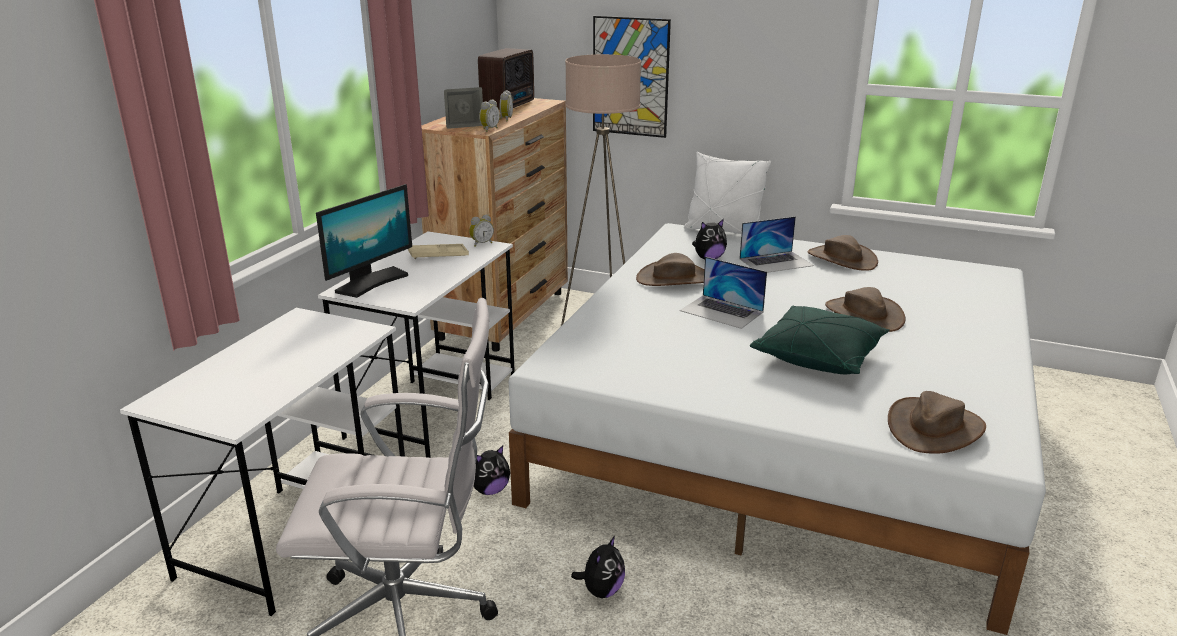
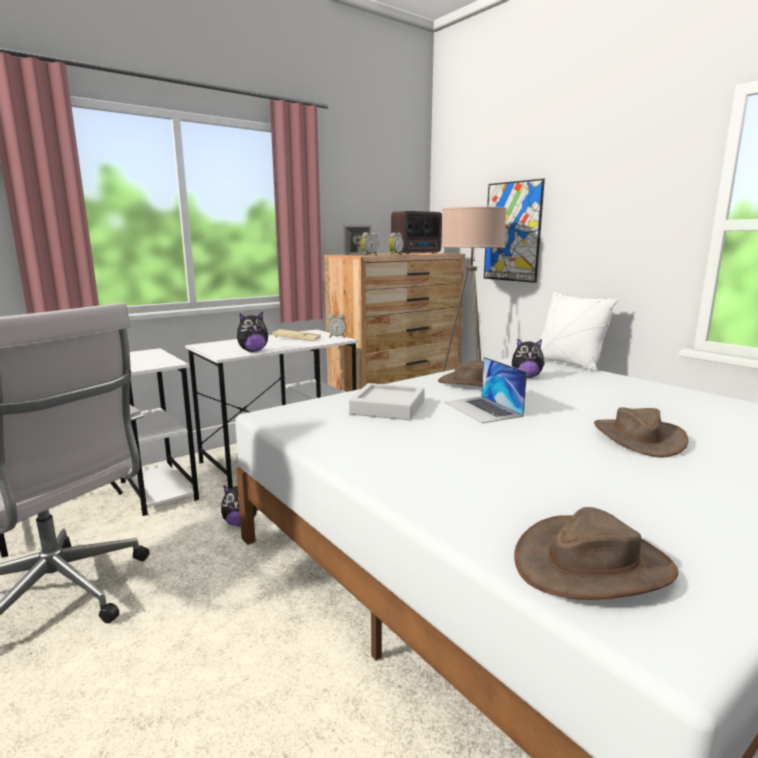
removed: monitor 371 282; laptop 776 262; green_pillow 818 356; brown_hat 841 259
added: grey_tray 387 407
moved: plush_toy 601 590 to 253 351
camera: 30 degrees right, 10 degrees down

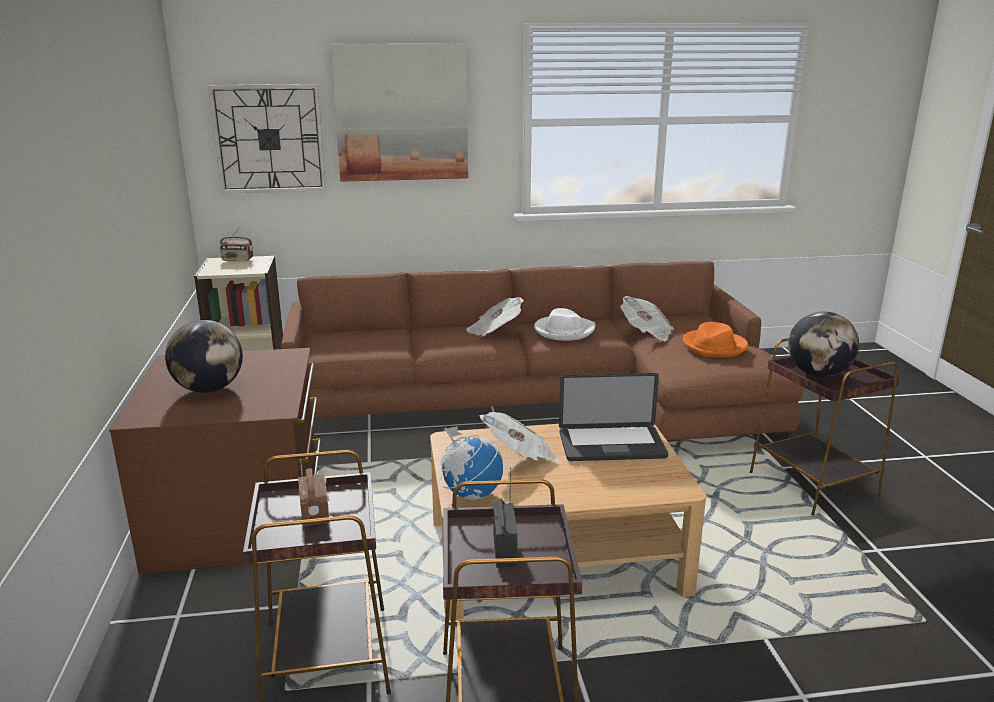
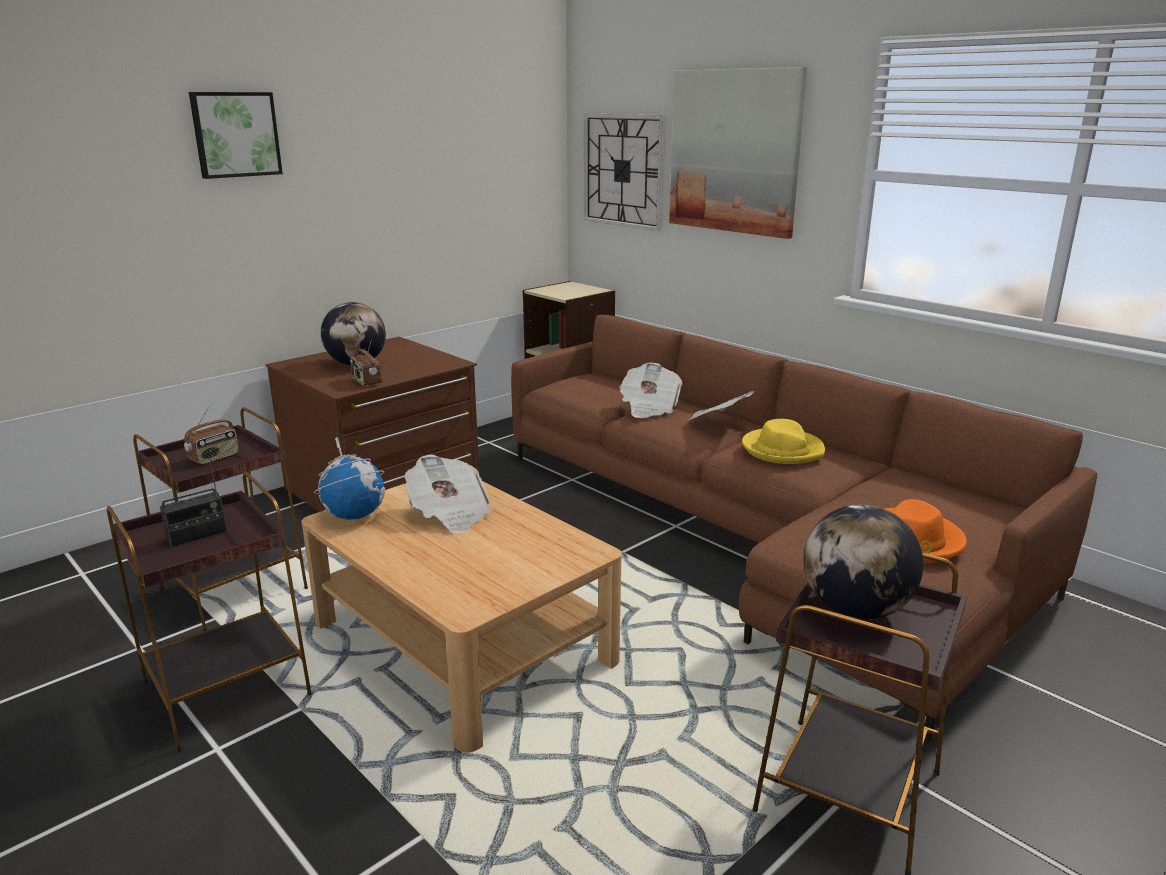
removed: laptop 611 445
added: picture 235 134
moved: radio 237 260 to 366 382; newspaper 646 332 to 649 407
recoloured: white_hat 564 330 to yellow_hat 782 449
camera: 55 degrees right, 0 degrees up

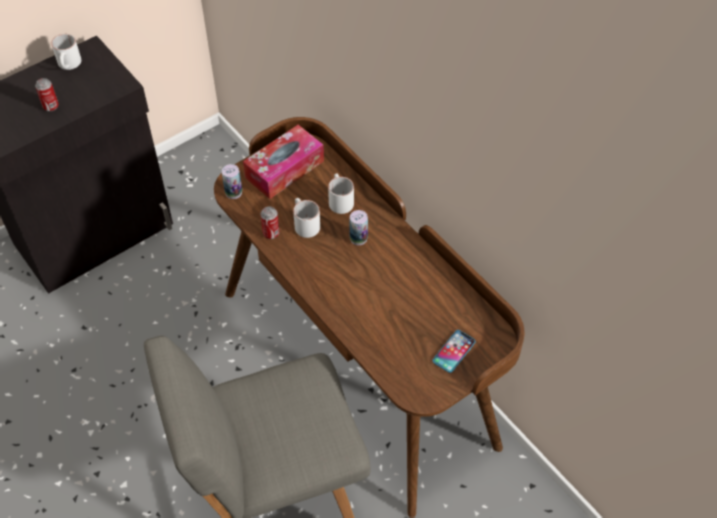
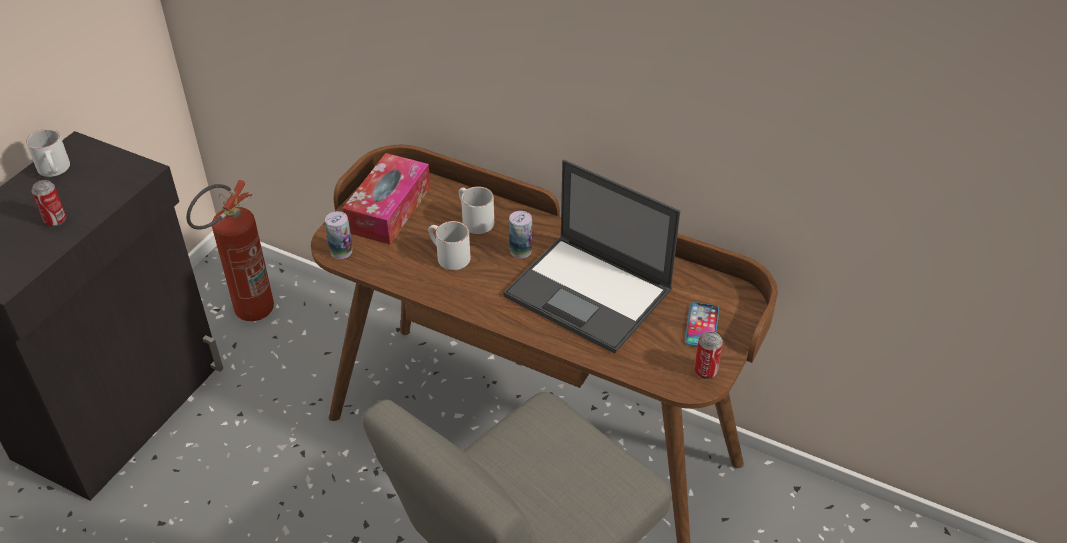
added: fire_extinguisher 247 314; laptop 590 294
moved: can 271 233 to 705 371
camera: 25 degrees left, 10 degrees down

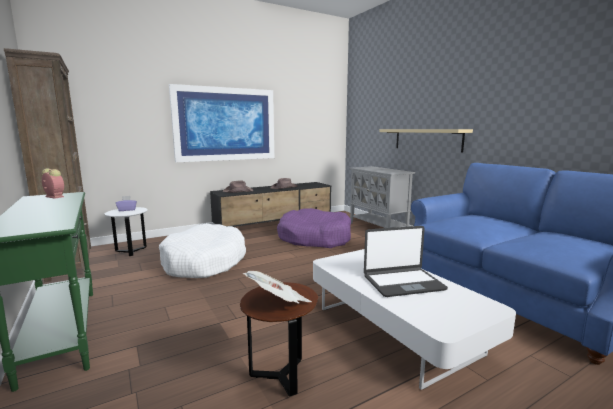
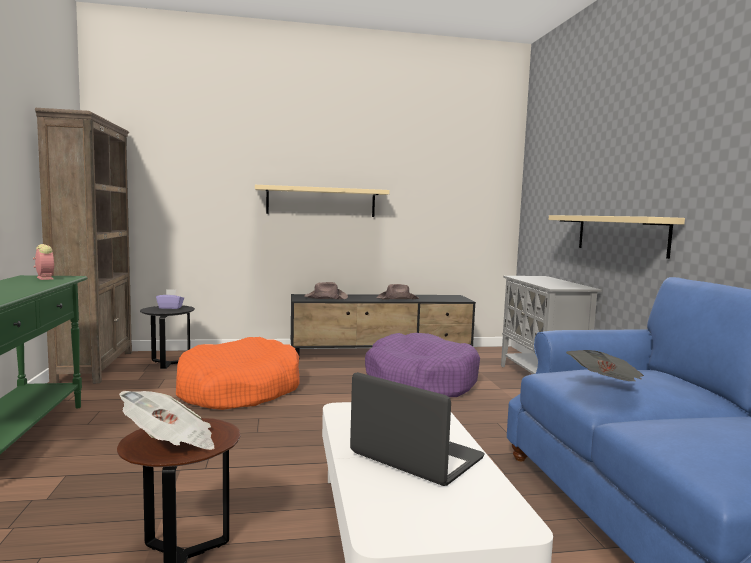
added: newspaper 605 386
replaced: picture 225 124 to beige_shelf 321 201
recoloured: white_side_table 131 252 to black_side_table 168 364; white_dog_bed 204 262 to orange_dog_bed 239 390
turned: laptop 403 282 = 416 457 150 degrees counterclockwise
camera: 20 degrees right, 5 degrees down

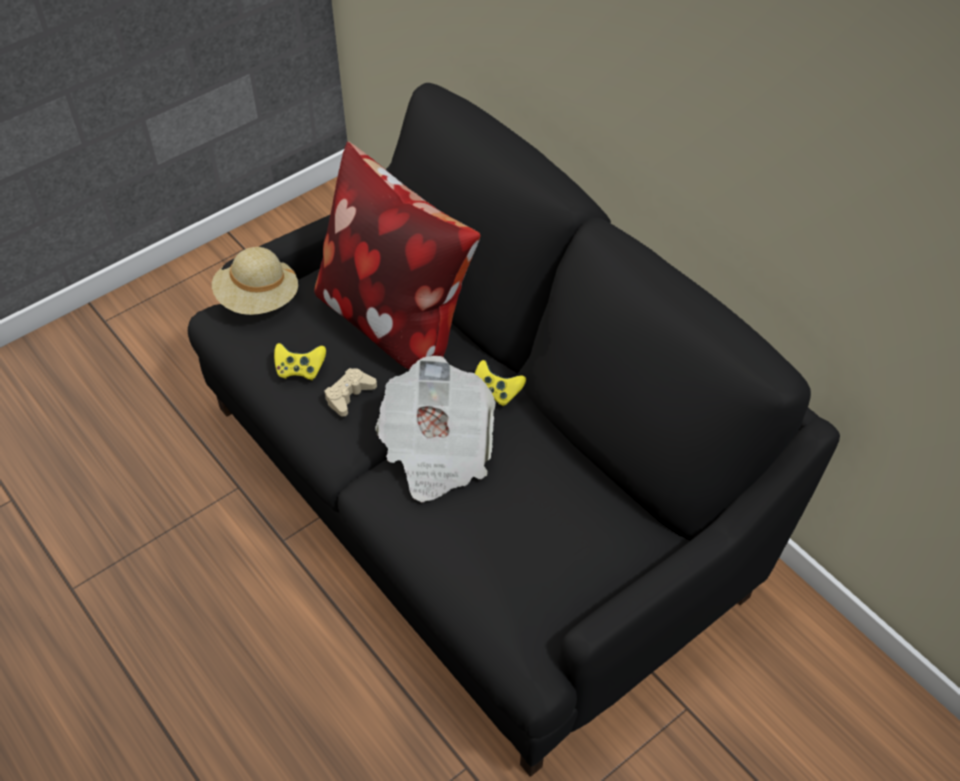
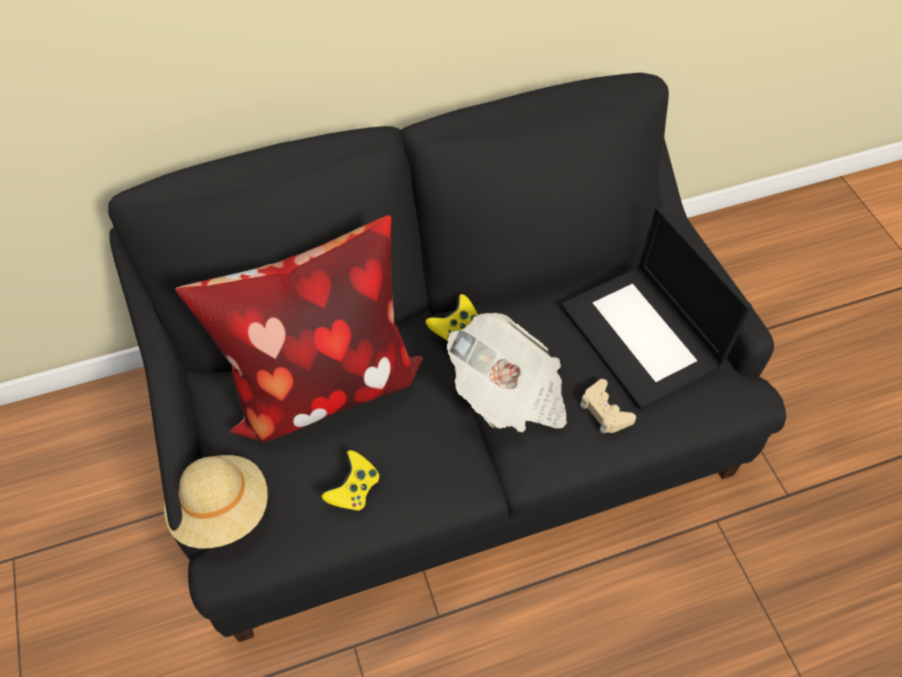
added: laptop 642 336
moved: beige_game_controller 349 395 to 604 411
camera: 70 degrees left, 5 degrees up

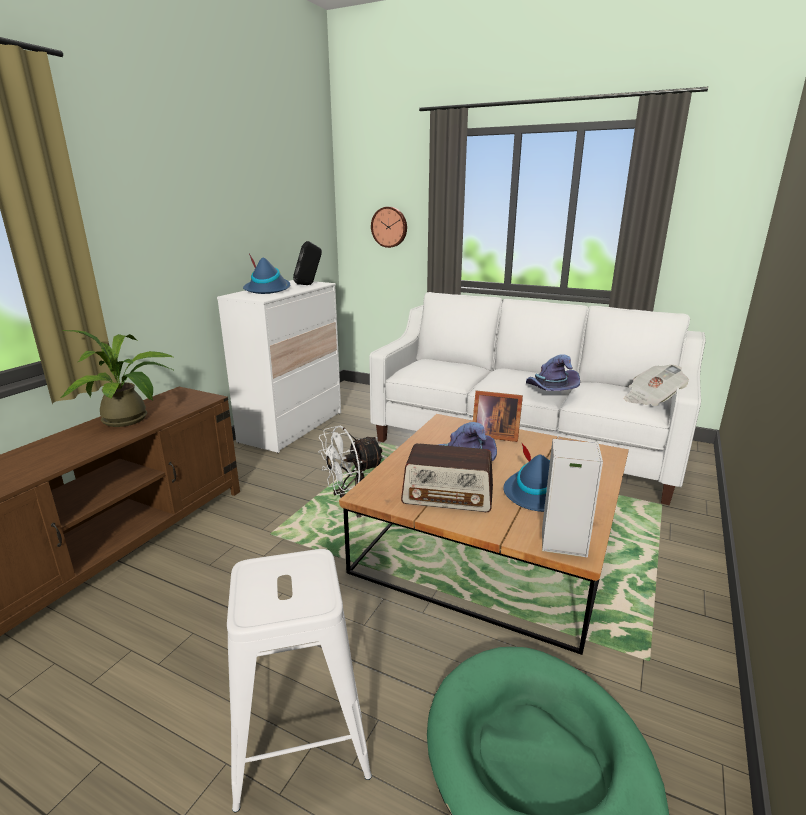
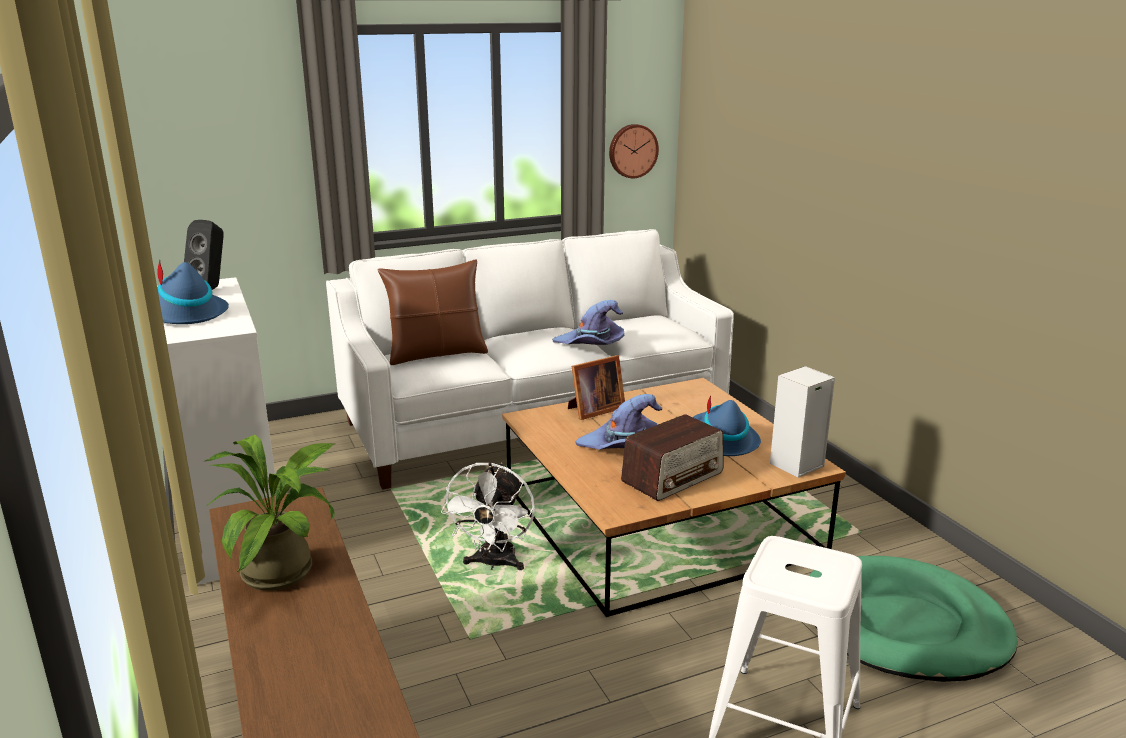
removed: newspaper 651 399
added: brown_pillow 436 354
moved: wall_clock 389 227 to 632 151
camera: 50 degrees left, 0 degrees up

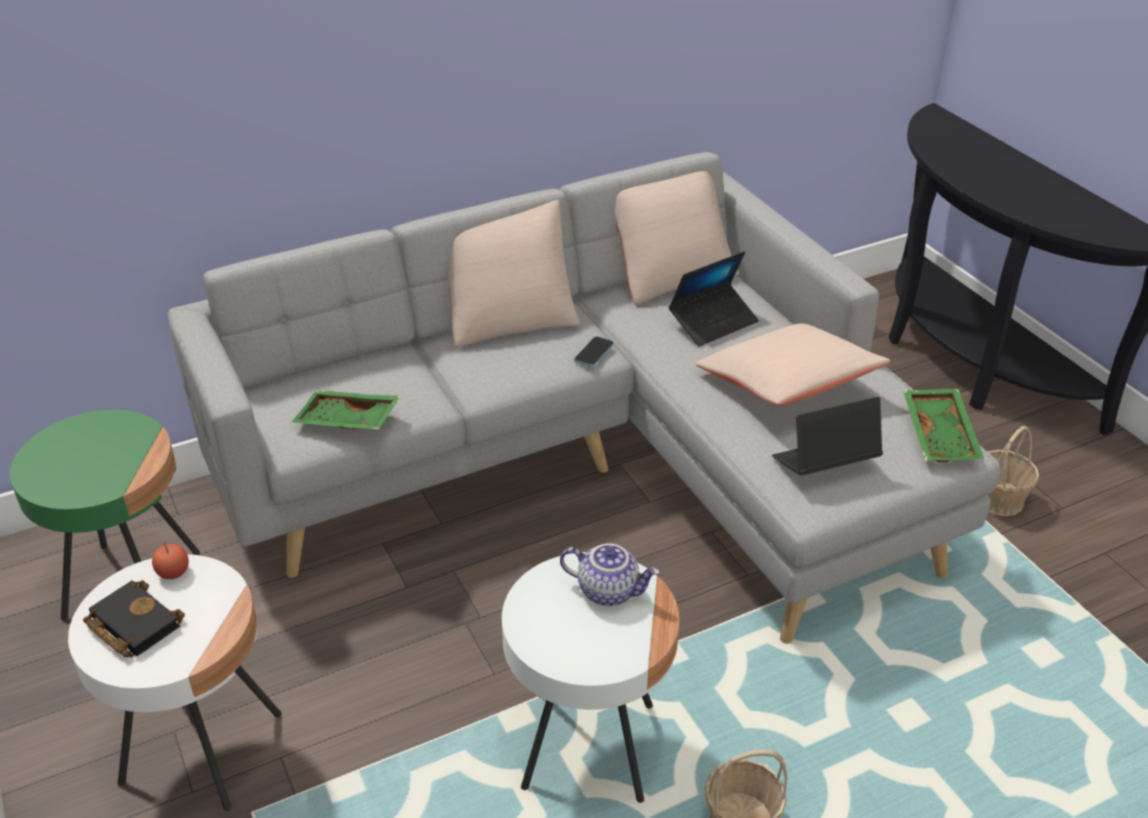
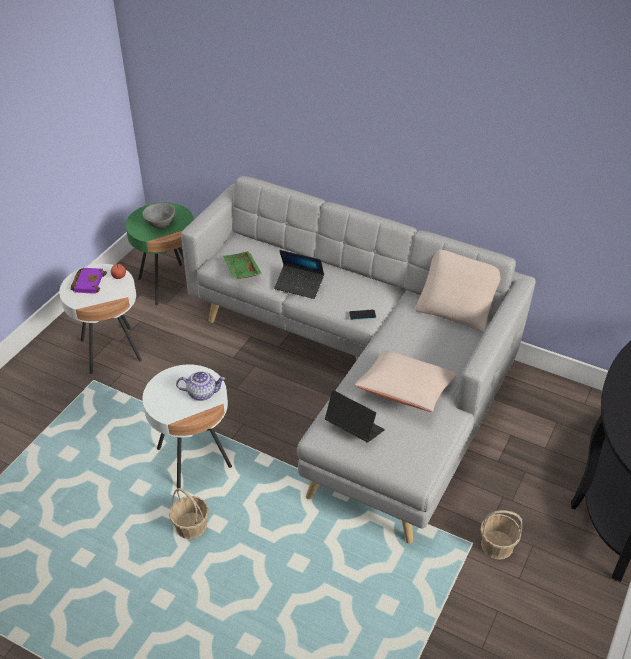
removed: beige_pillow 509 317; green_tray 941 435
added: grey_bowl 160 224
moved: laptop 713 322 to 299 285
recoloured: black_book 131 624 to purple_book 88 282
turned: teapot 609 590 = 202 393 75 degrees counterclockwise
camera: 55 degrees right, 5 degrees up

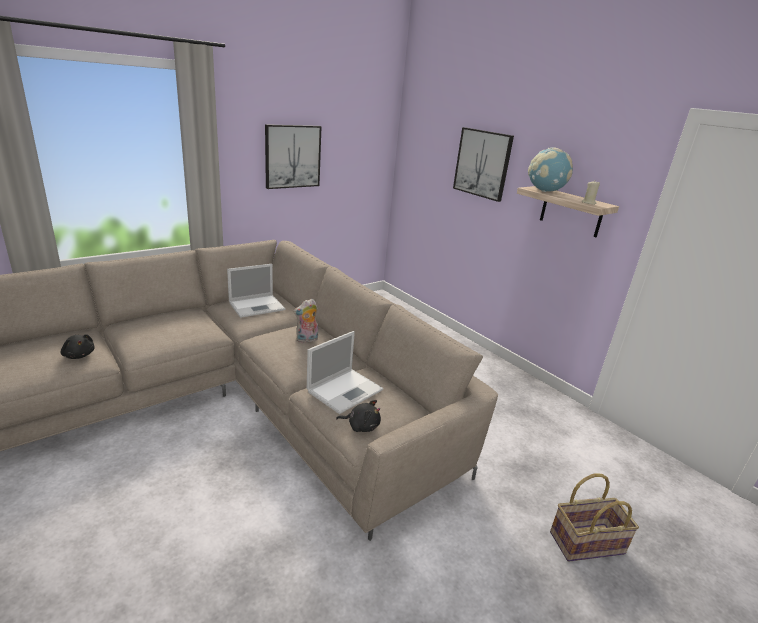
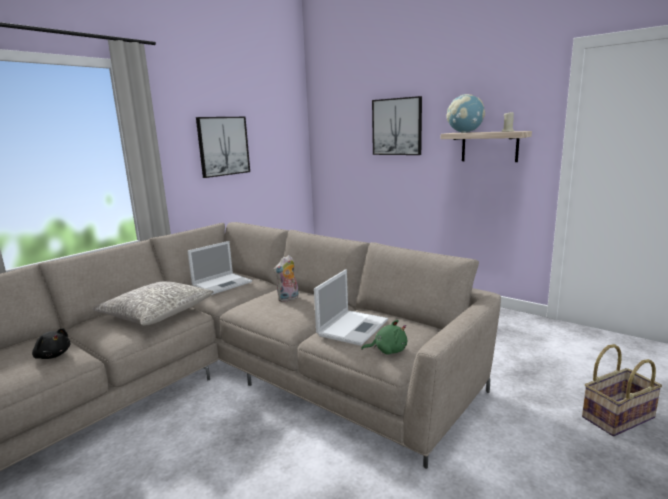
added: grey_pillow 157 313
recoloured: black_plush_toy 361 426 to green_plush_toy 388 350
camera: 10 degrees left, 10 degrees down

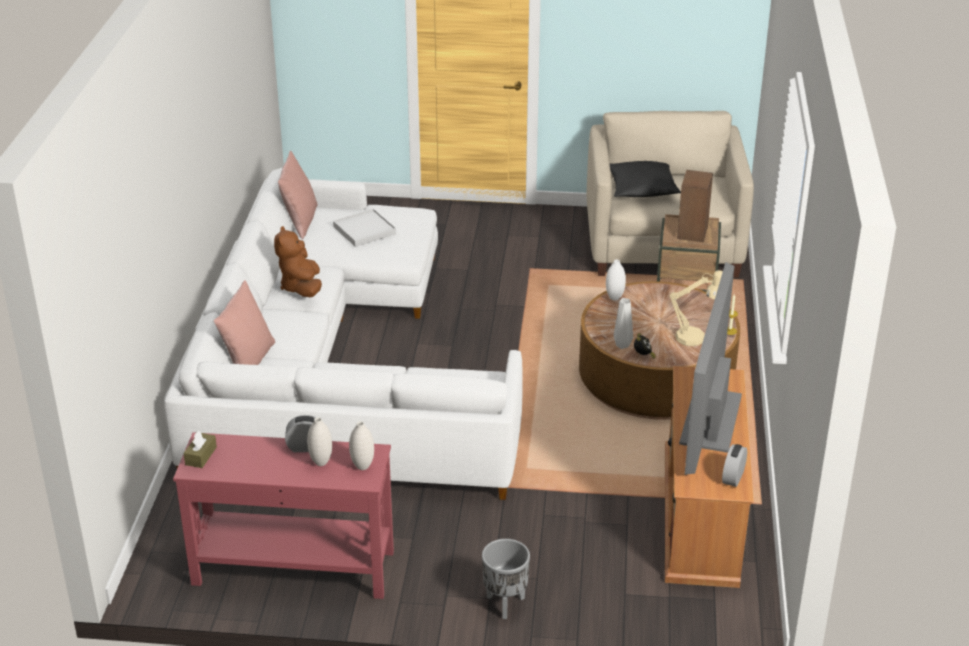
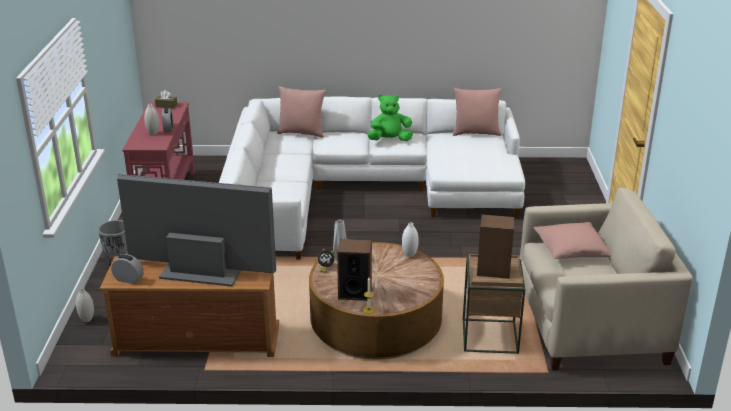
removed: white_tray 364 230
moved: white_vase 362 466 to 87 320
replaced: beige_table_lamp 696 338 to speaker 354 293
recoloured: brown_plush_toy 301 287 to green_plush_toy 389 140; black_pillow 641 190 to pink_pillow 571 250
camera: 85 degrees right, 5 degrees down

